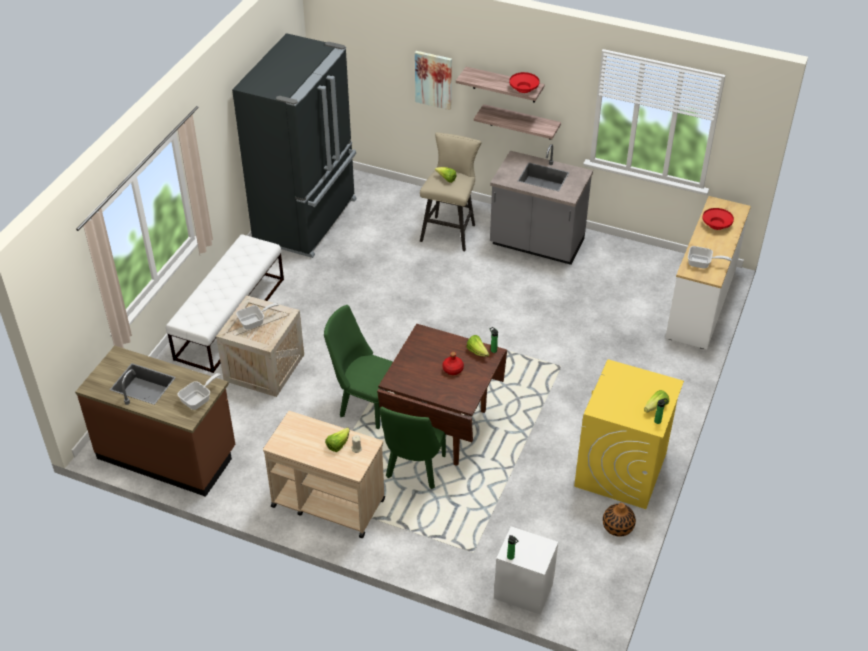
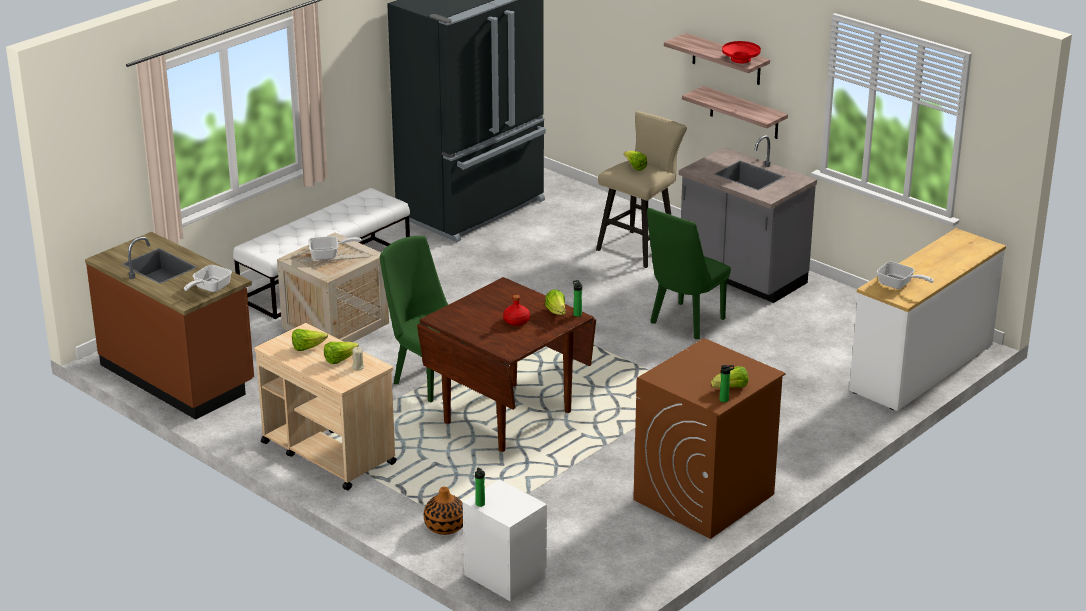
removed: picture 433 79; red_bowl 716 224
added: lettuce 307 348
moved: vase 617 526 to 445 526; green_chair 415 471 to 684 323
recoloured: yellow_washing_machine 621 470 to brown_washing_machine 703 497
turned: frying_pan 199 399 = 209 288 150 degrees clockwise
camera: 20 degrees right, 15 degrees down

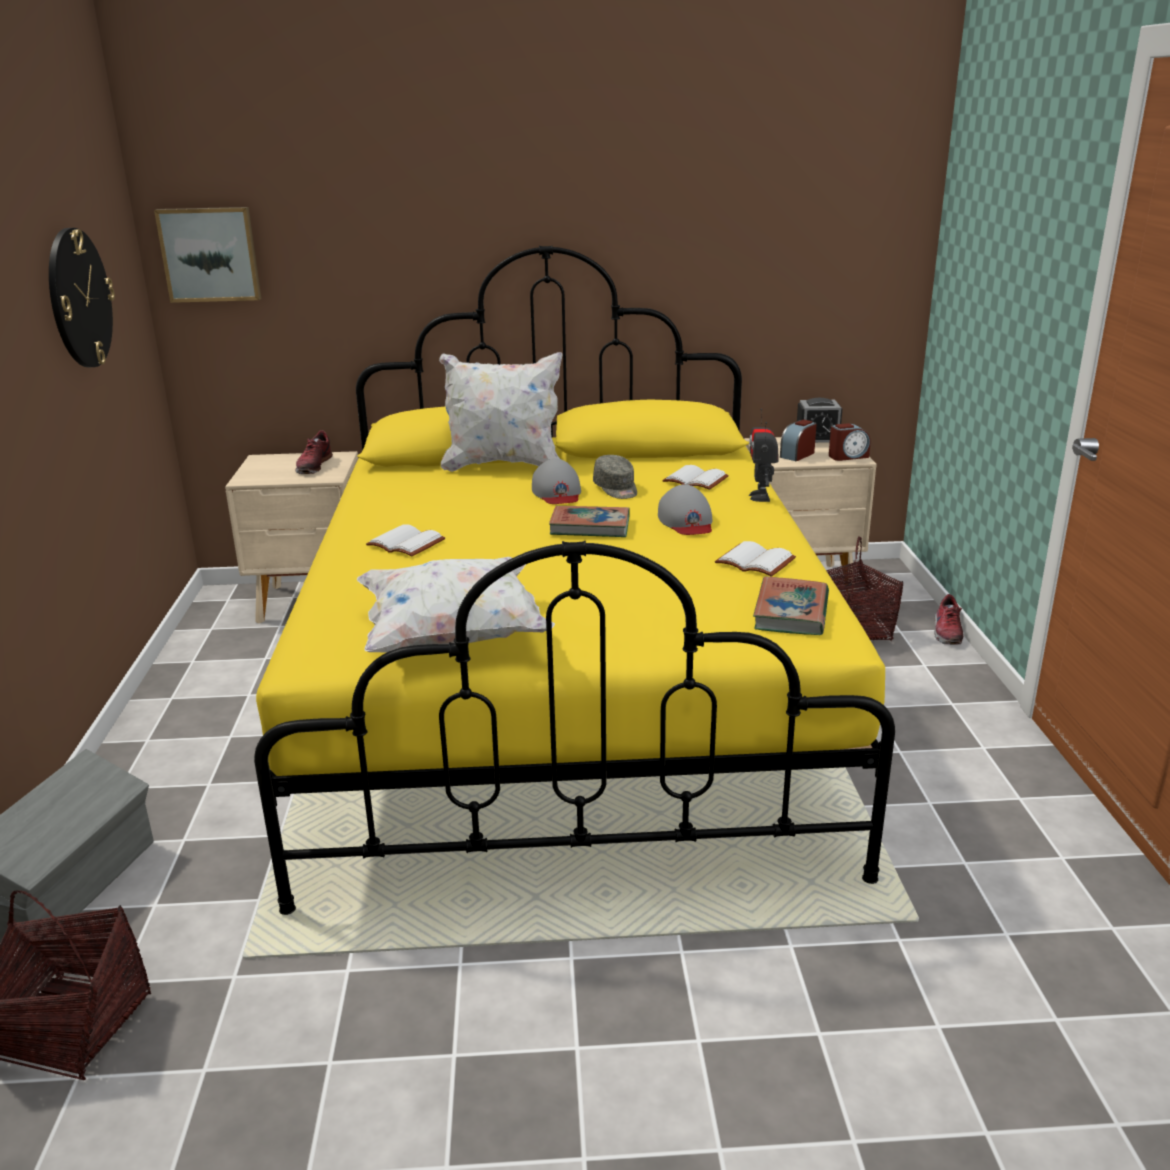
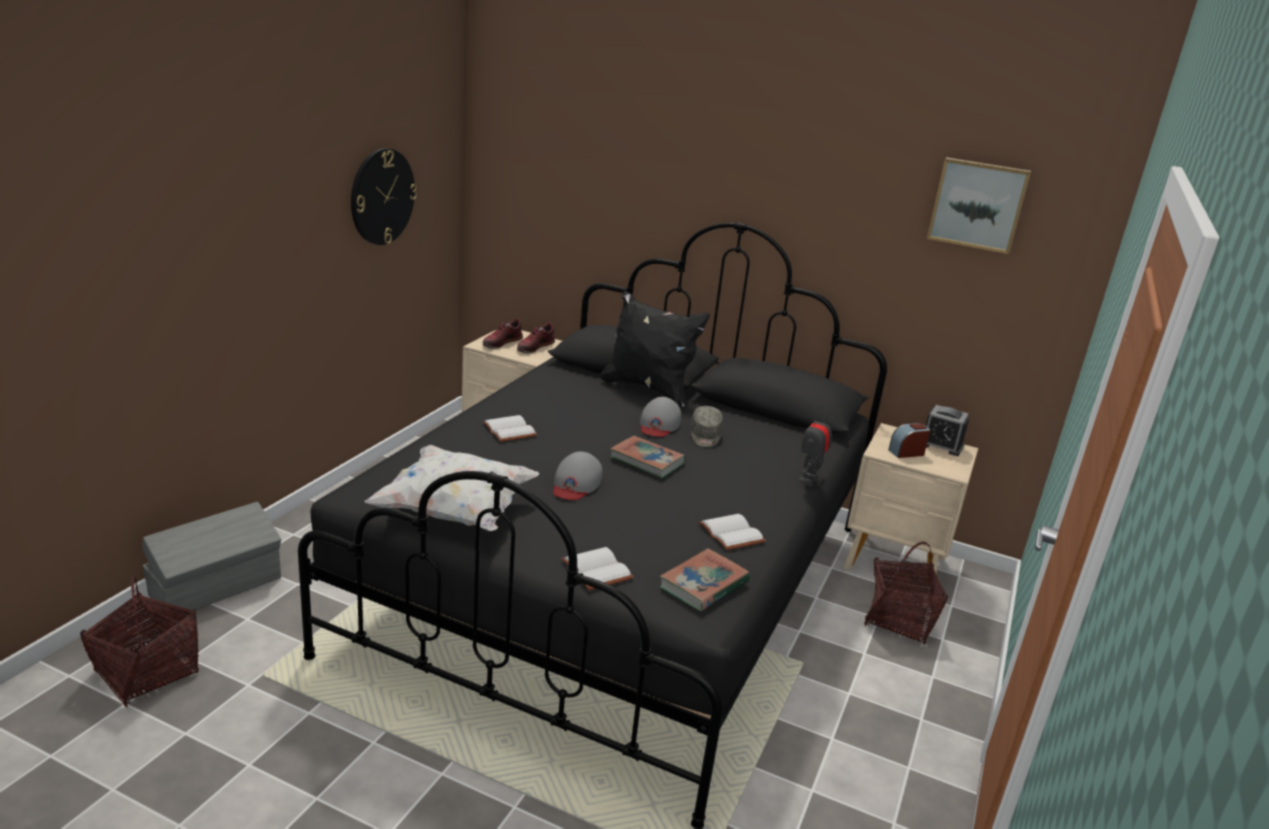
removed: alarm_clock 848 456
moved: shoe 946 631 to 501 342; grey_cap 686 521 to 576 483; white_book 694 480 to 594 570; picture 210 254 to 978 204
recoloured: yellow_bed 567 697 to black_bed 619 586; white_pillow 503 466 to black_pillow 648 389
camera: 25 degrees right, 0 degrees up

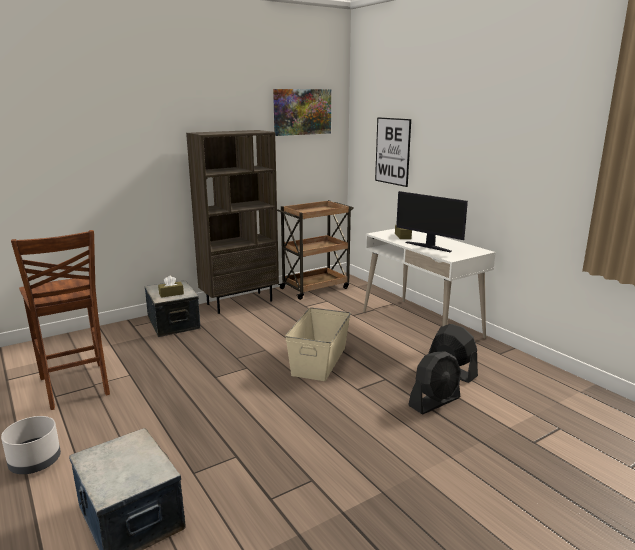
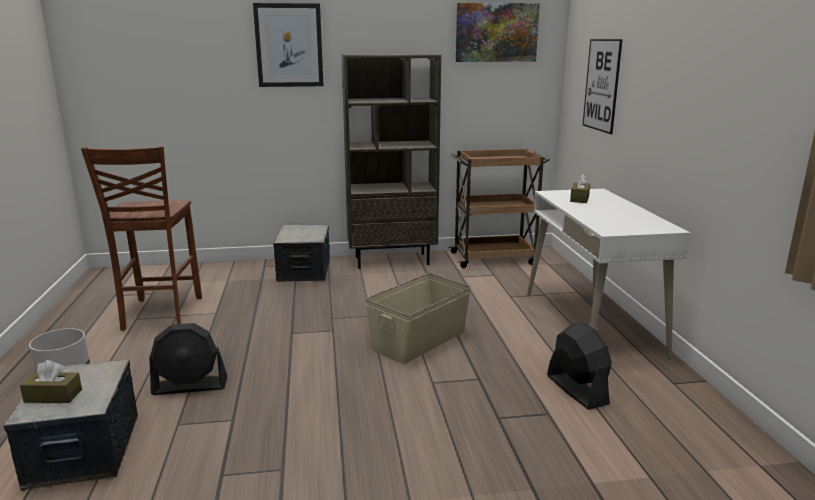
removed: monitor 428 246
added: picture 289 45
moved: brown_tissue_box 171 294 to 53 396; black_fan 434 402 to 190 386
camera: 25 degrees right, 0 degrees up

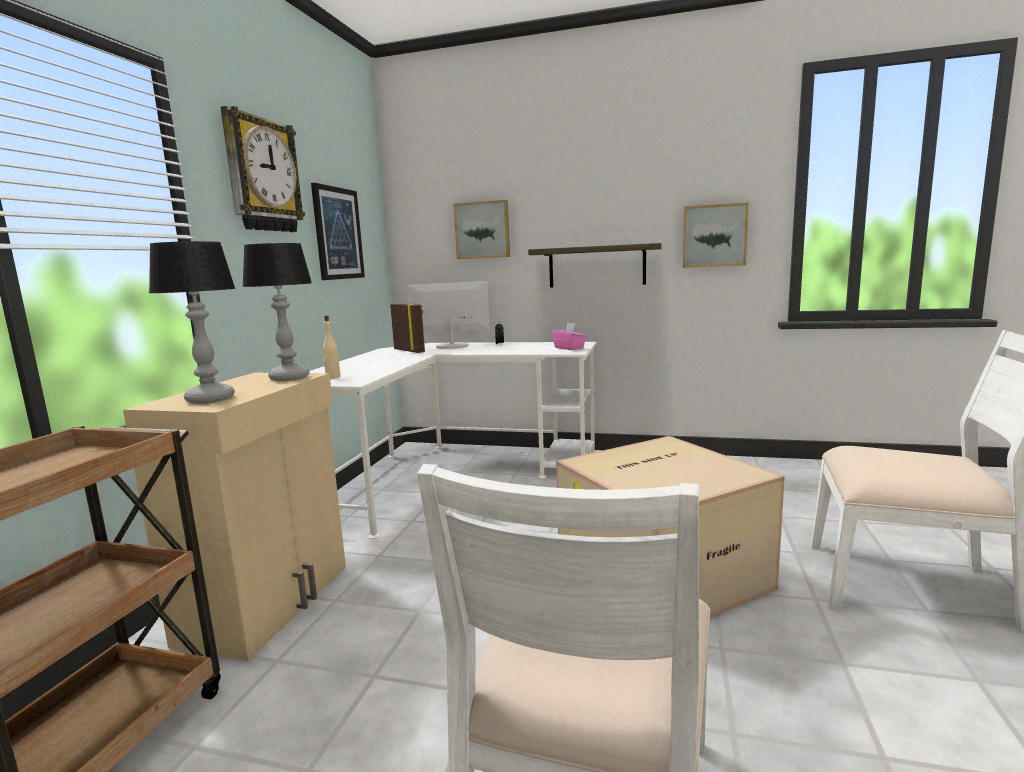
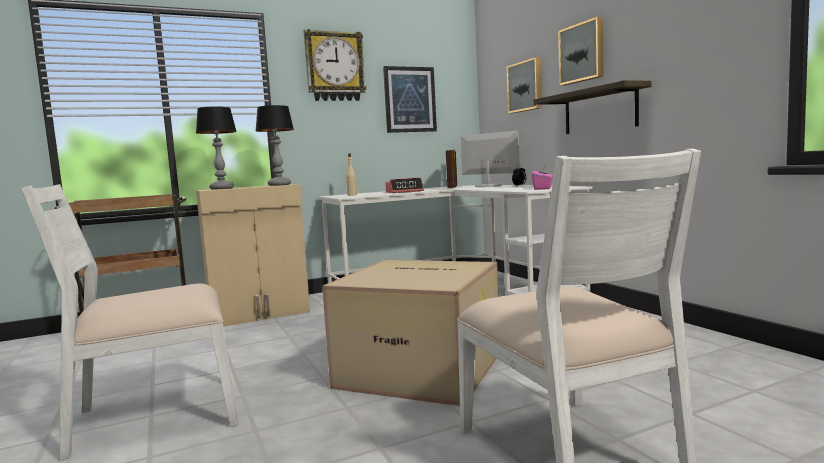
added: alarm_clock 404 192
moved: picture 714 236 to 582 53
camera: 50 degrees right, 5 degrees down

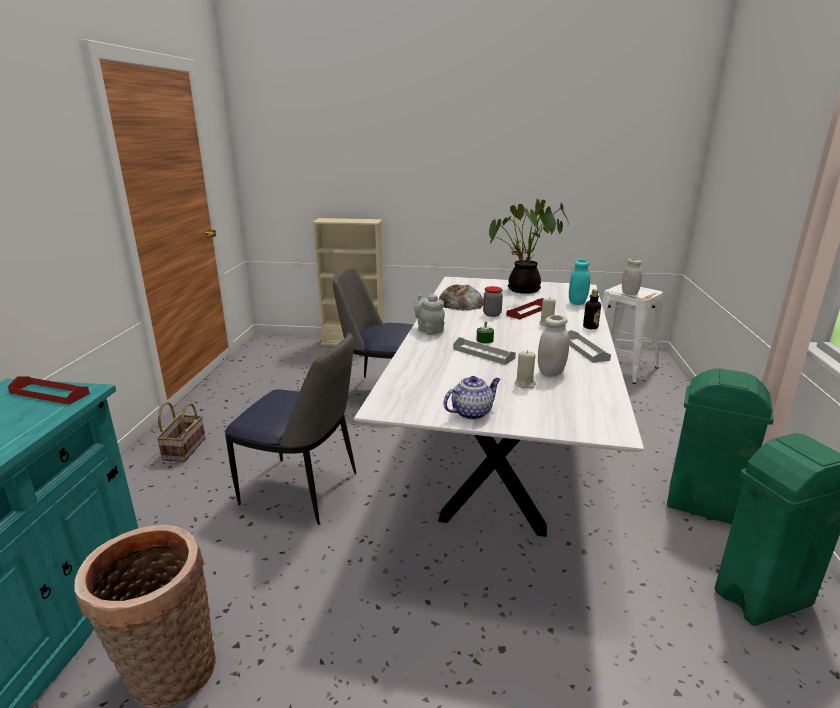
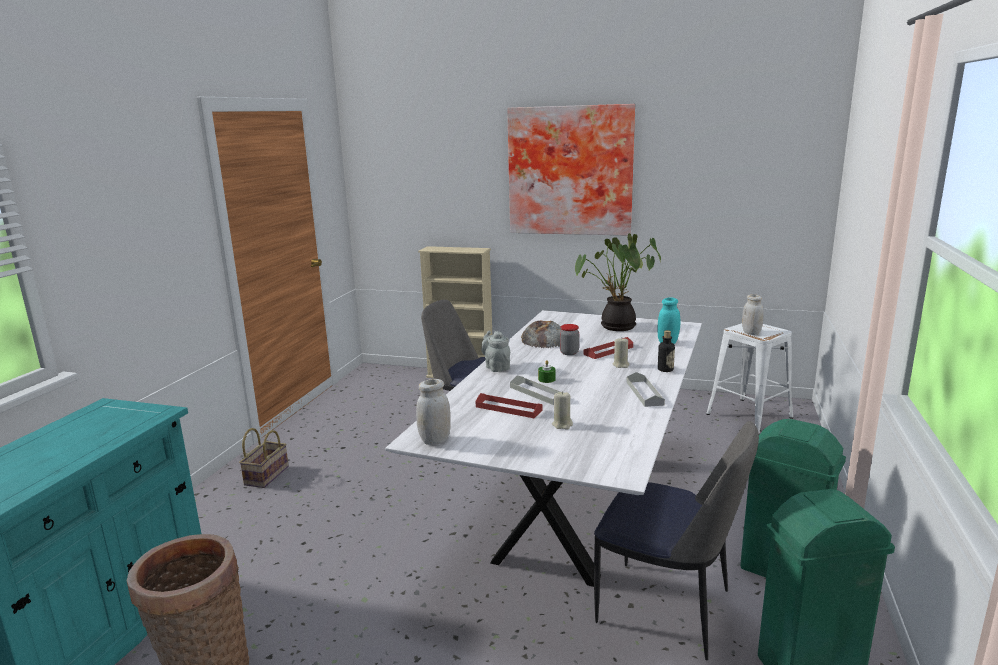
removed: teapot 472 412
added: picture 570 171
moved: white_jar 551 373 to 435 440; red_tray 49 393 to 508 408; chair 302 490 to 668 609
camera: 10 degrees right, 5 degrees down

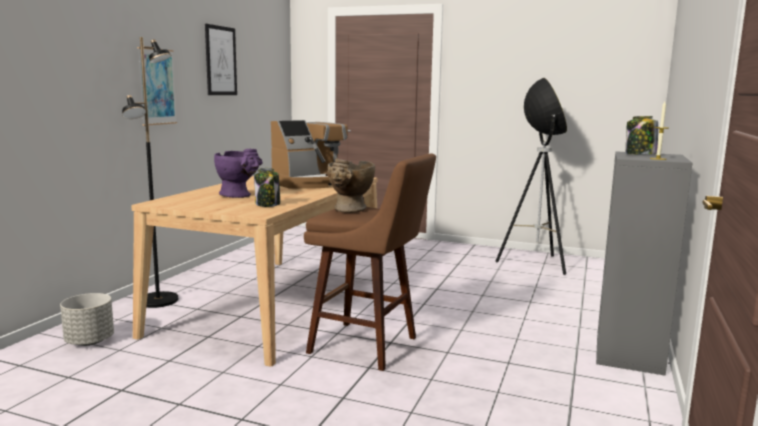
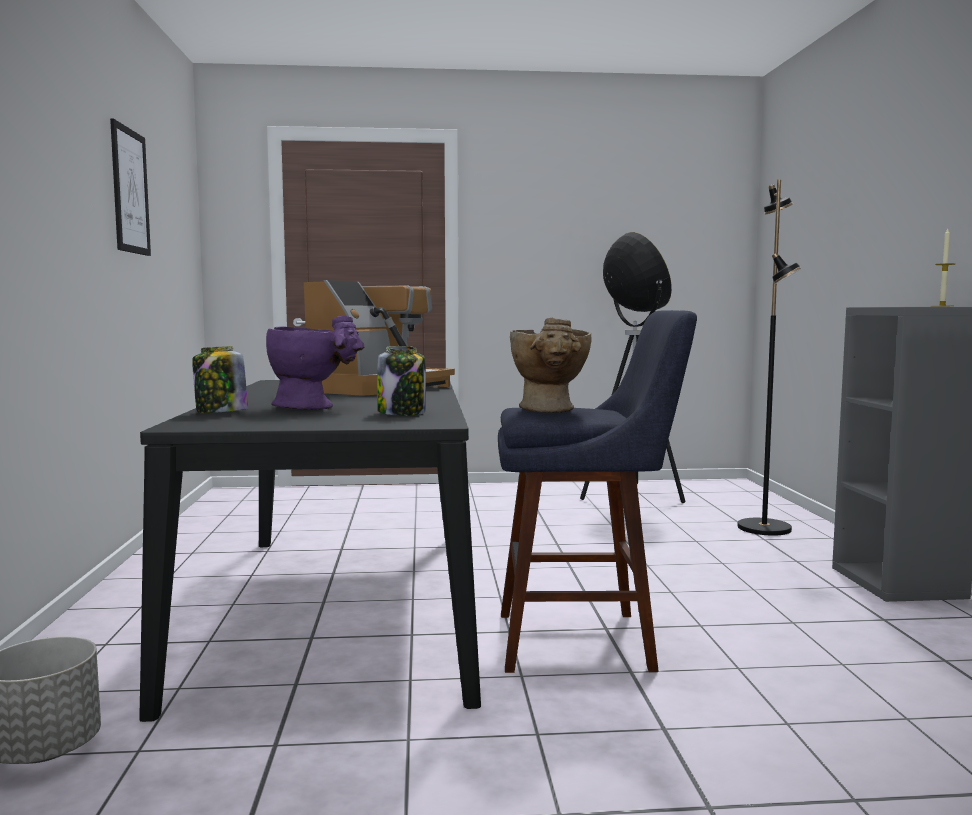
removed: picture 157 87
moved: jar 640 155 to 221 412; black_floor_lamp 159 301 to 765 528
recoloured: beige_dining_table 275 303 to black_dining_table 342 605; brown_stool 369 346 to blue_stool 586 641
camera: 25 degrees left, 5 degrees down

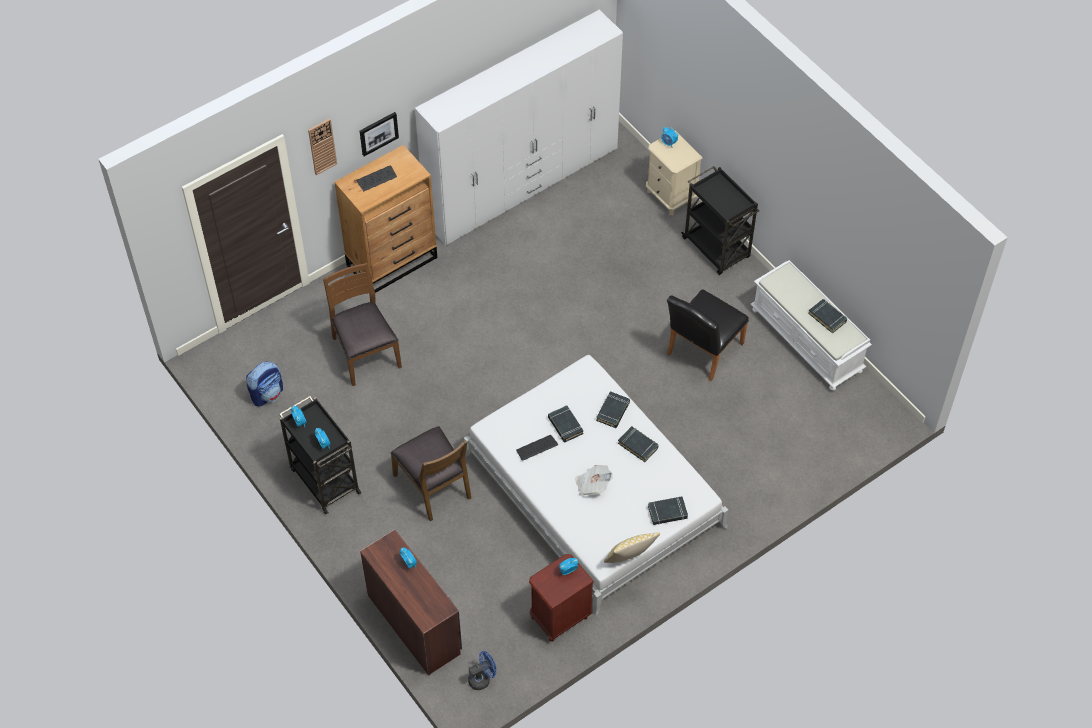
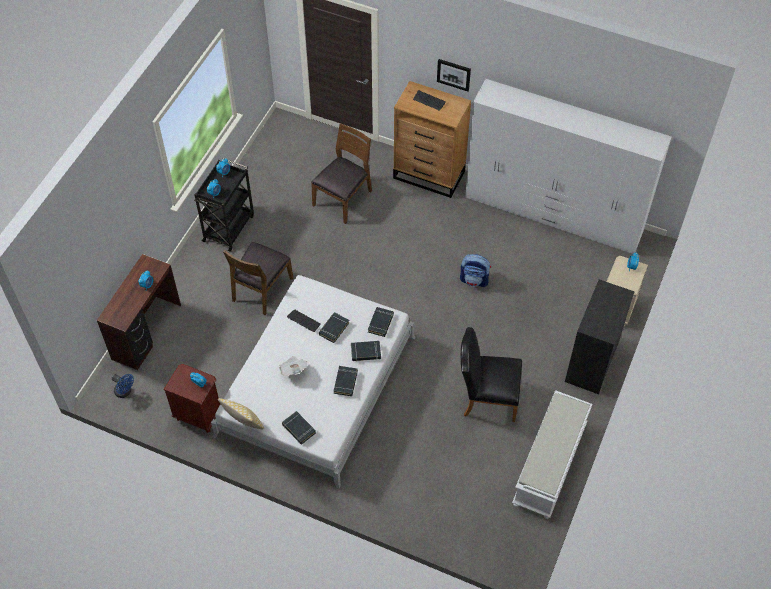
removed: wall_clock 322 146
moved: black_book 827 317 to 380 323; backpack 267 394 to 474 280
replaced: black_cart 717 249 to black_dresser 591 362
camera: 60 degrees right, 0 degrees up

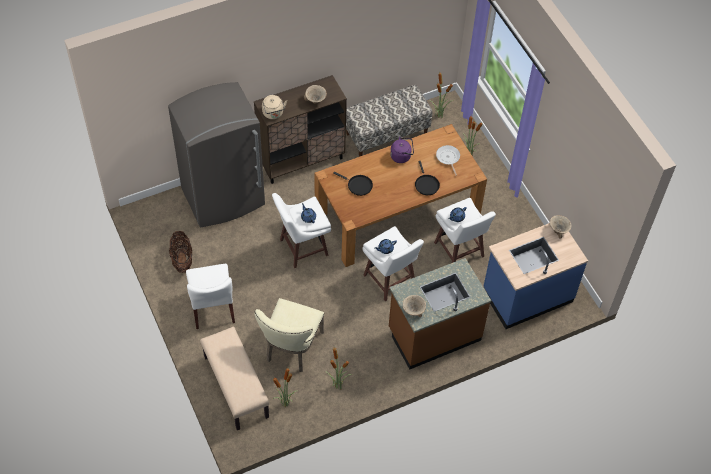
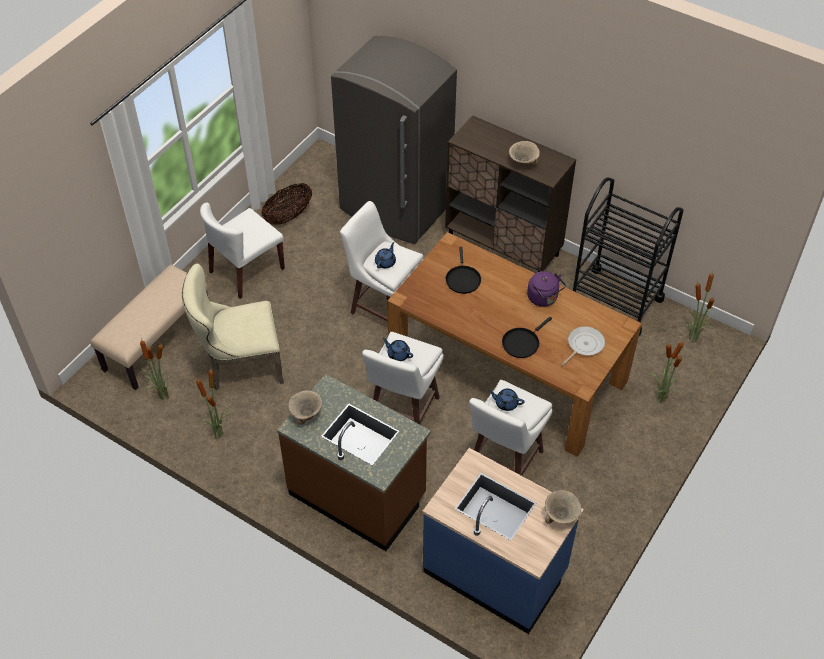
removed: beige_kettle 273 114
replaced: bench 386 133 to black_cart 615 301
camera: 60 degrees right, 5 degrees down

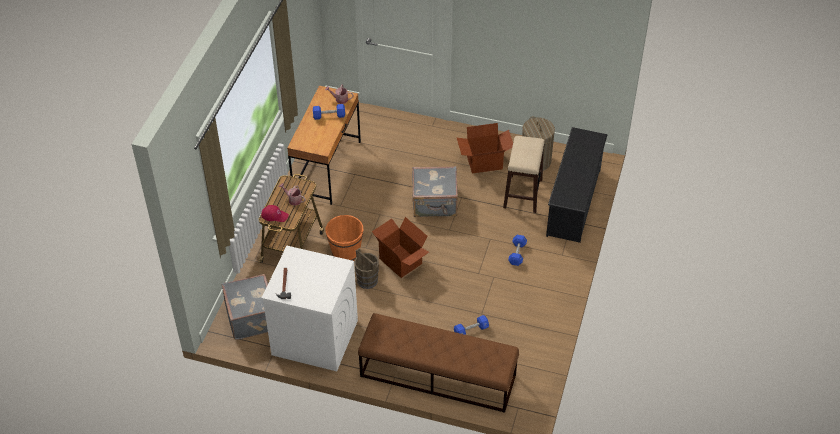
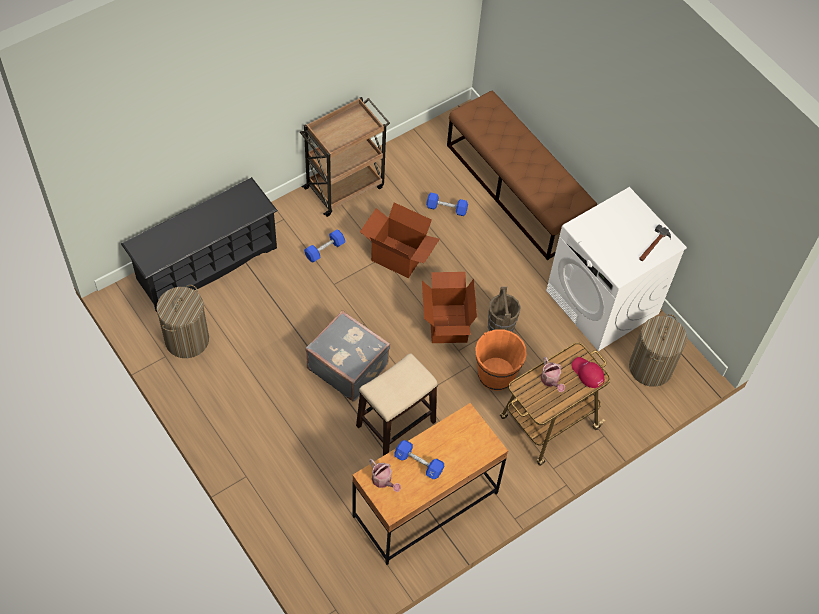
added: brown_cart 345 186
moved: stool 522 194 to 396 423; cardboard_box 484 162 to 398 256
replaced: grey_suitcase 252 317 to laundry_basket 650 368
camera: 145 degrees left, 10 degrees up

